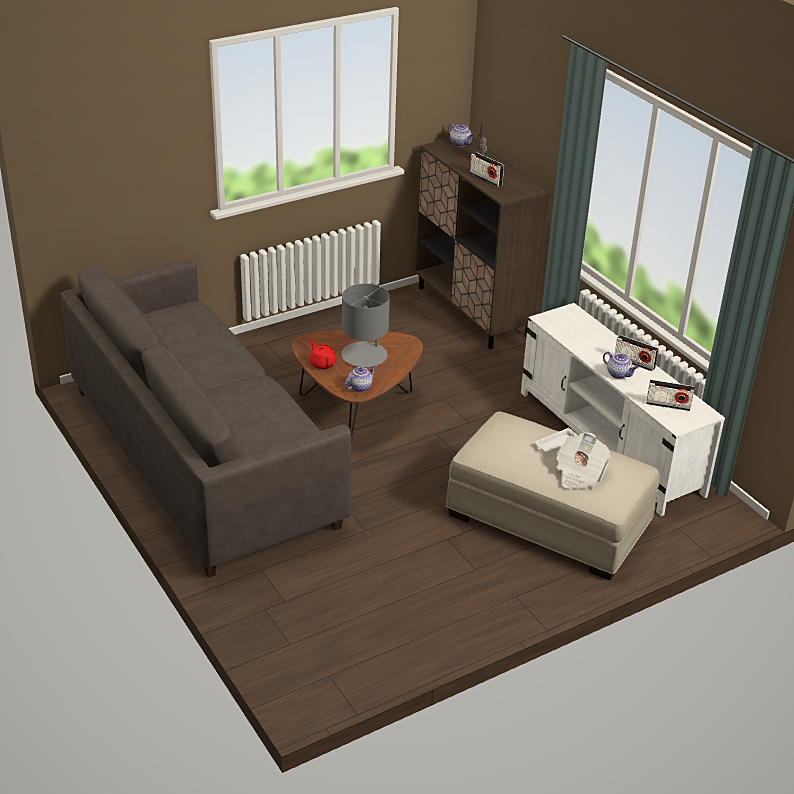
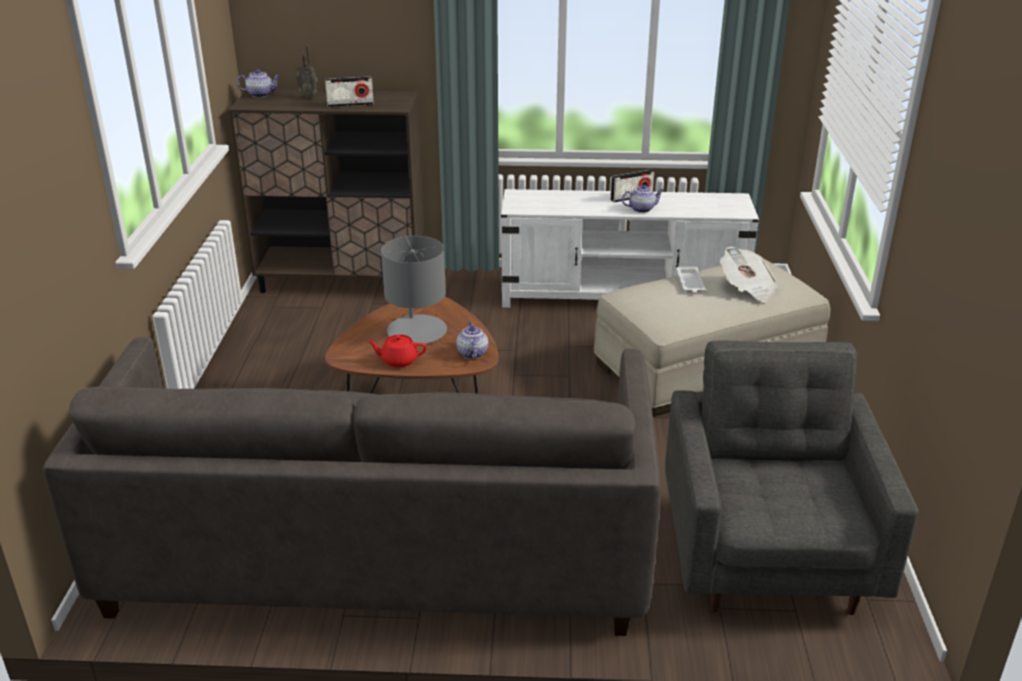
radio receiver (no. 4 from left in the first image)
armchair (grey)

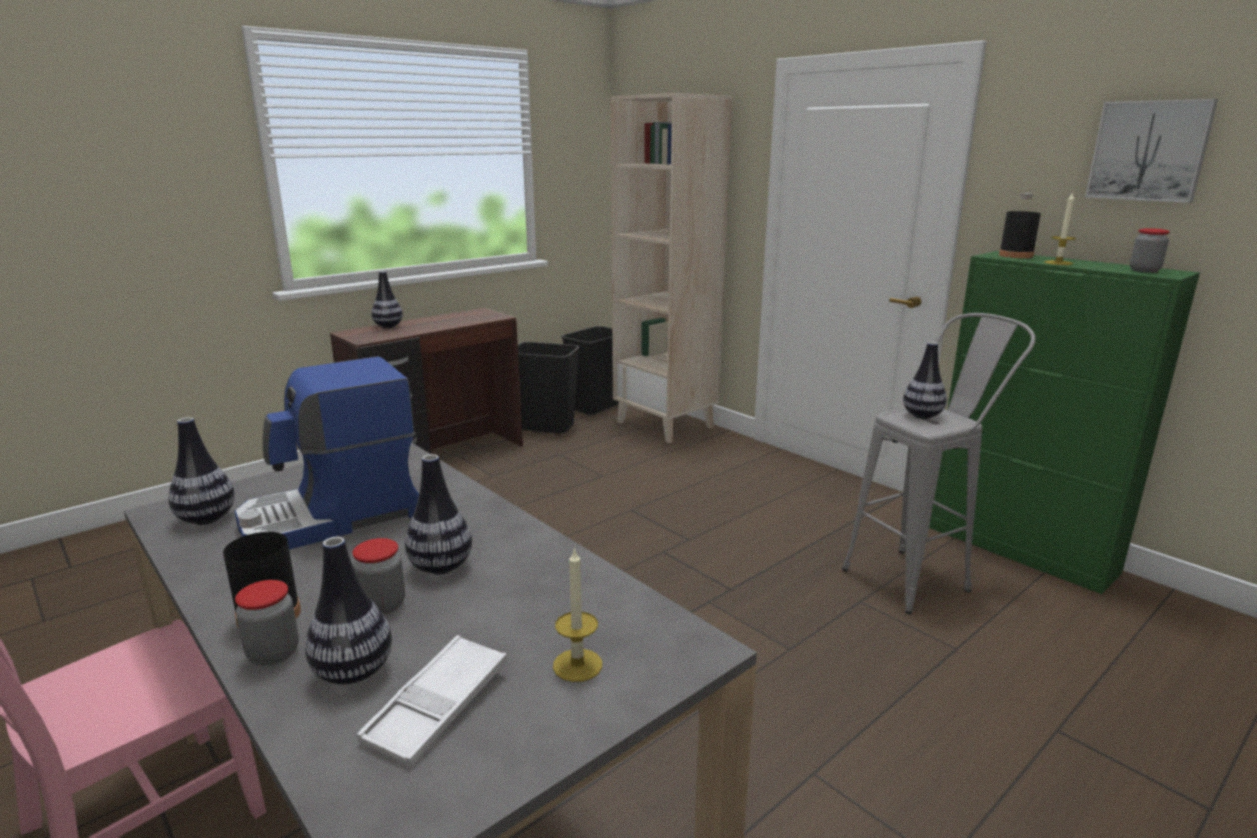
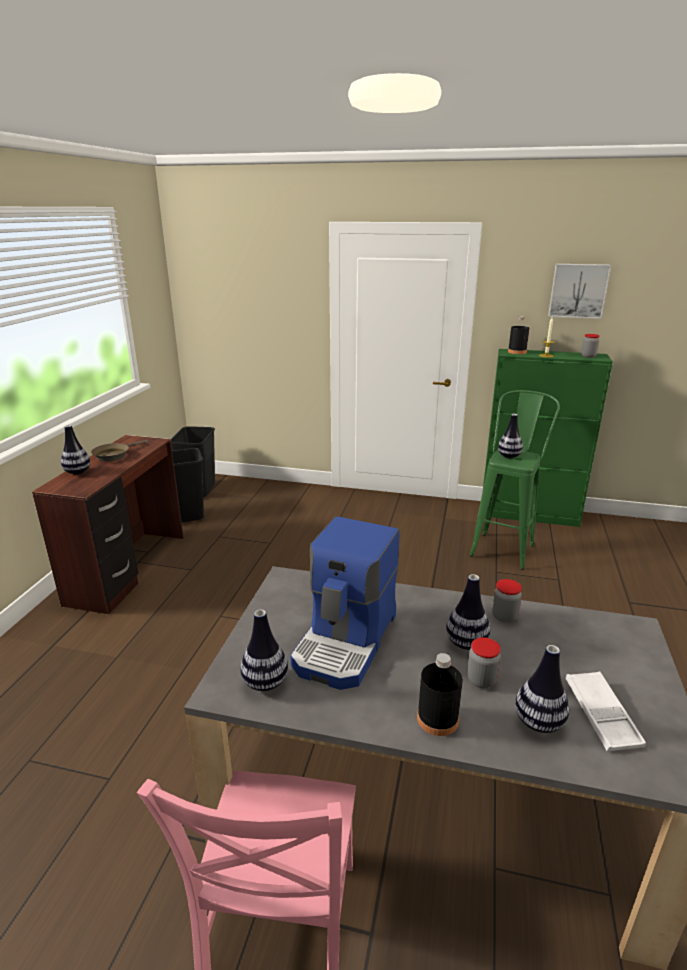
candle (no. 1 from left in the first image)
bookshelf (beige)
frying pan (brown-coloured)
preserve jar (no. 2 from left)
stool (greenish)

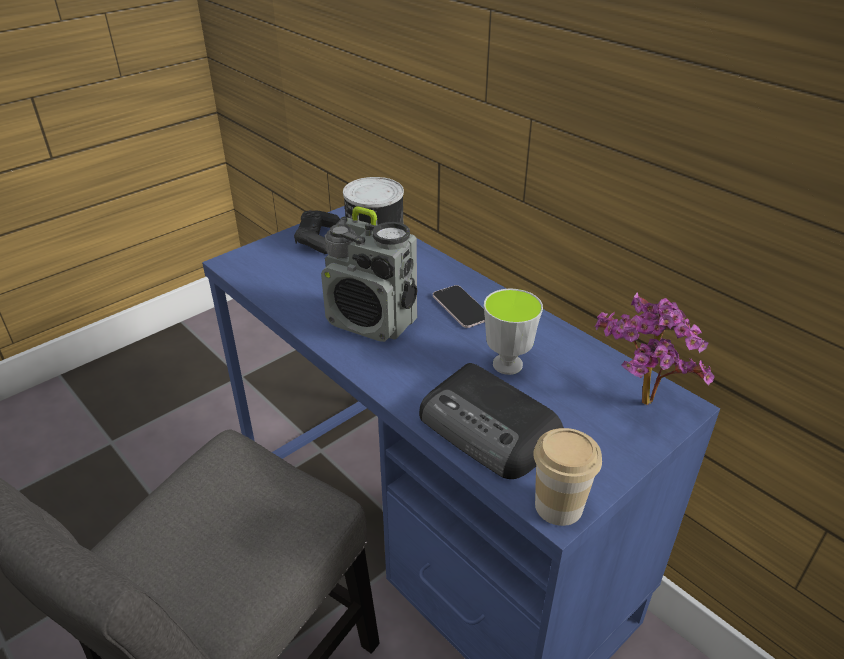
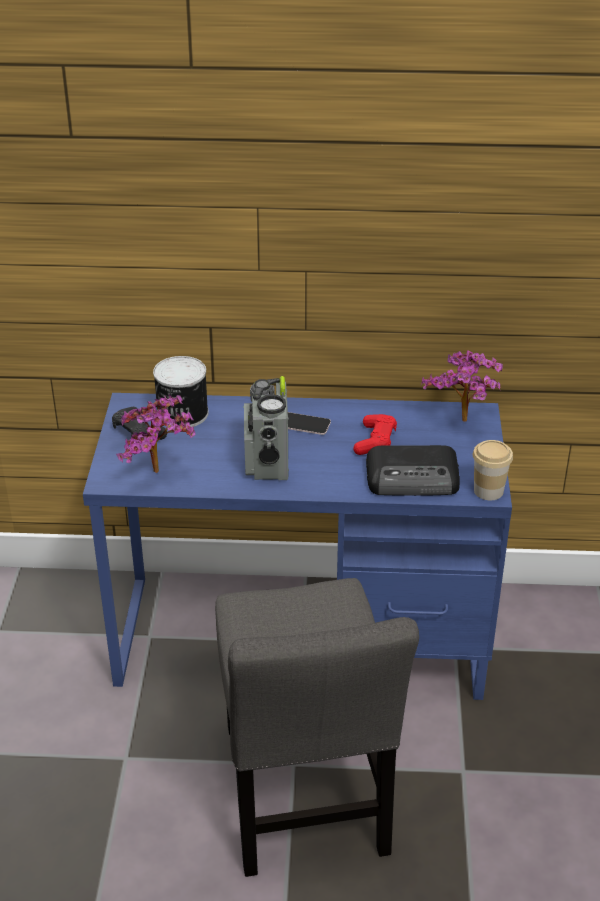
houseplant (no. 1 from left)
game controller (reddish)
radio receiver (no. 1 from left)

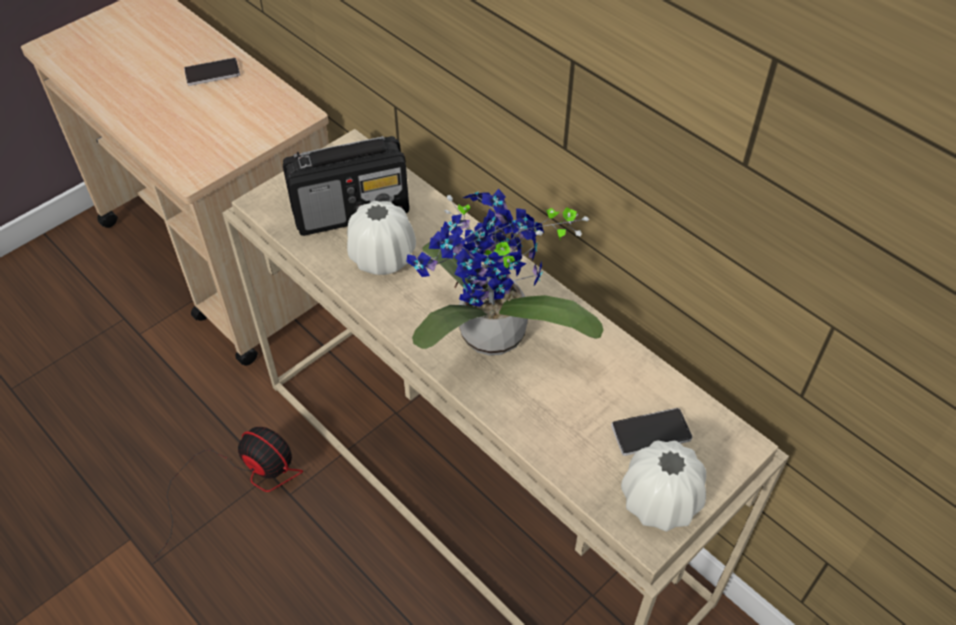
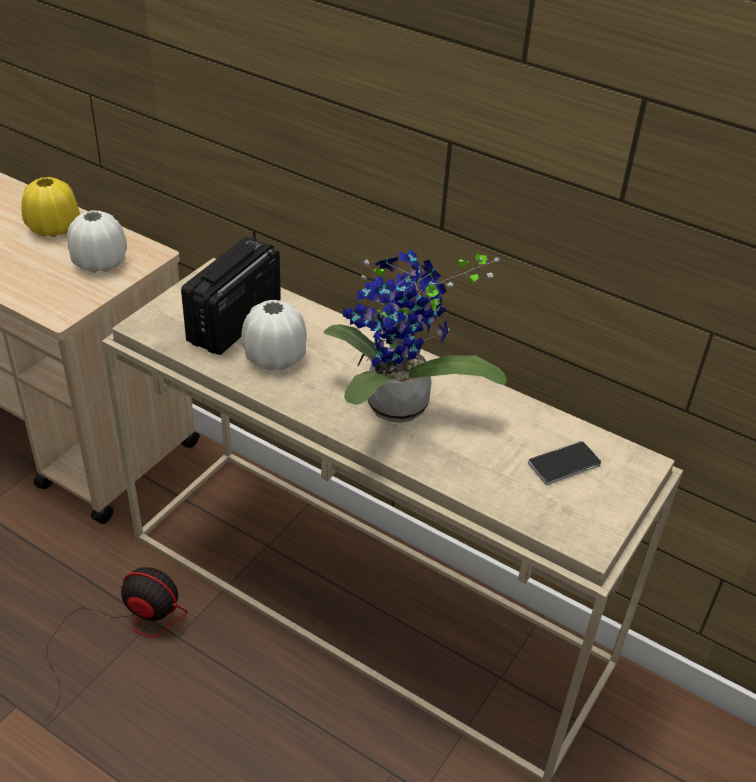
vase (white) (no. 1 from left)
vase (yellow-coloured)
radio receiver

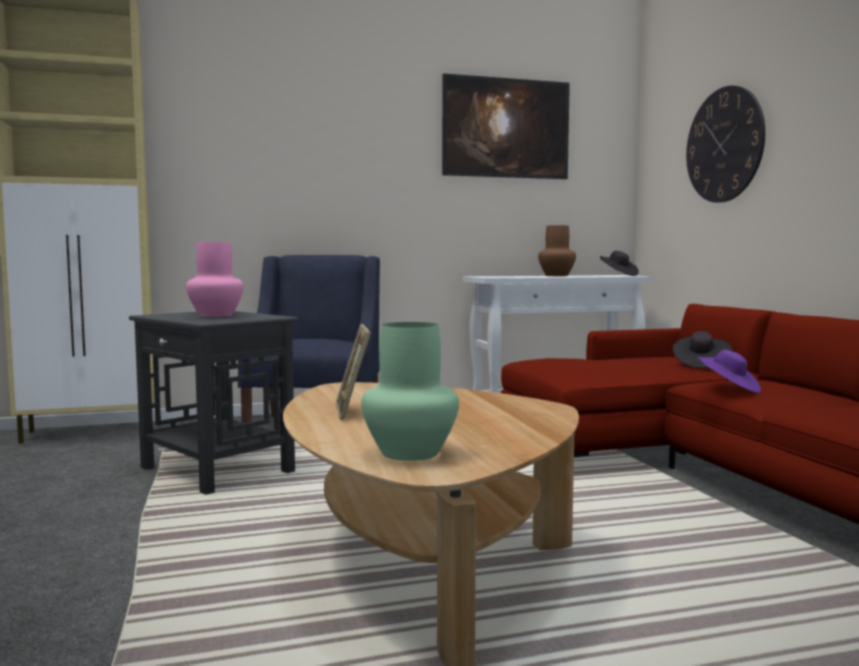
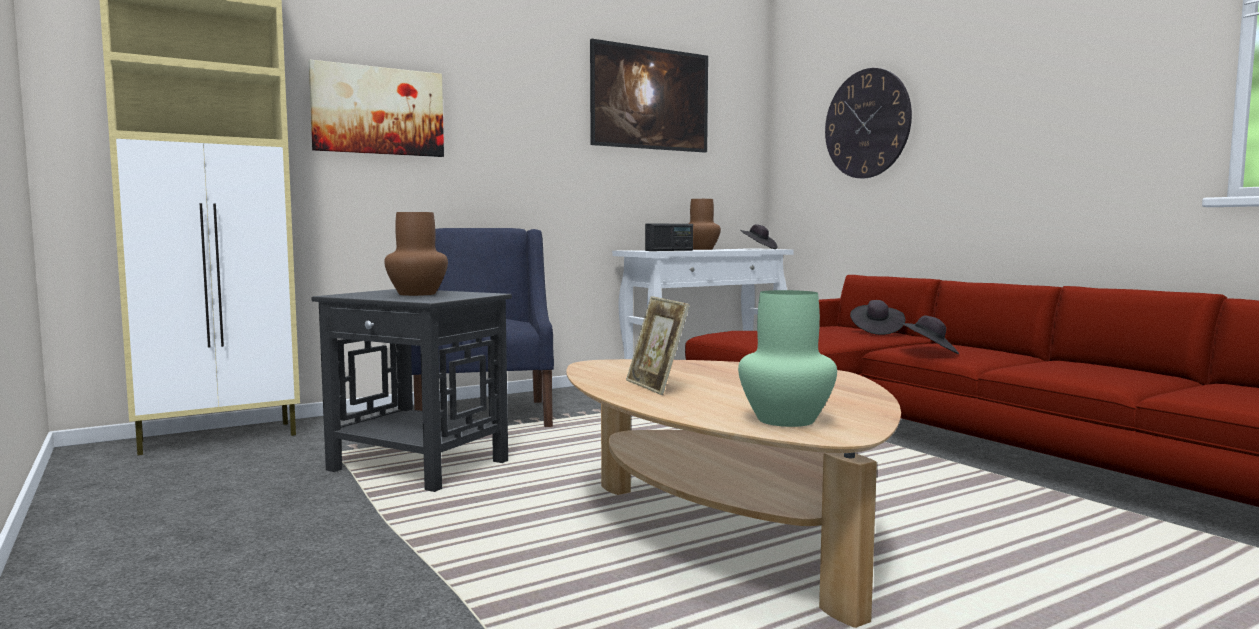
picture (no. 1 from left)
radio receiver
vase (brown-coloured) (no. 1 from left)
hat (blackish) (no. 3 from left)

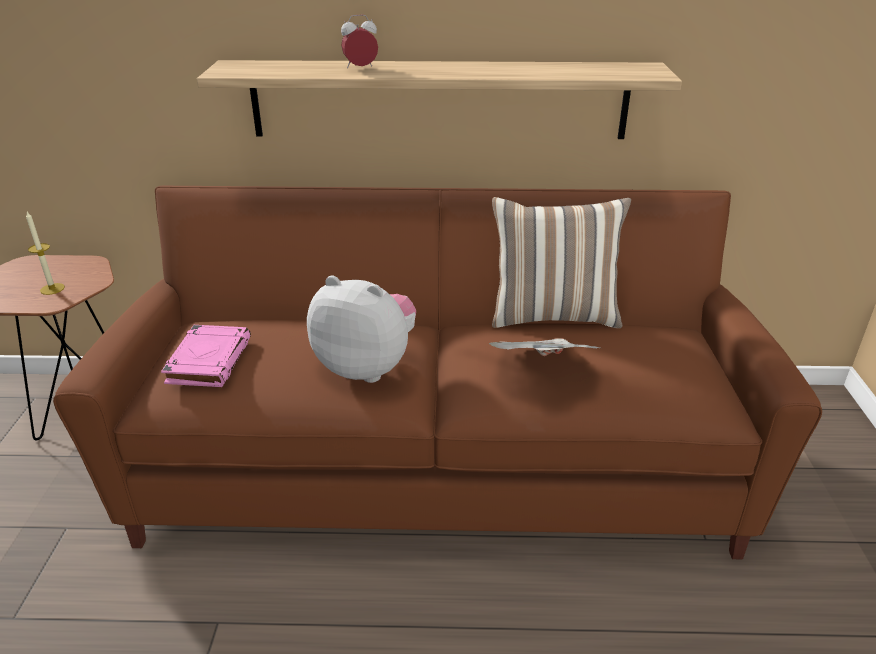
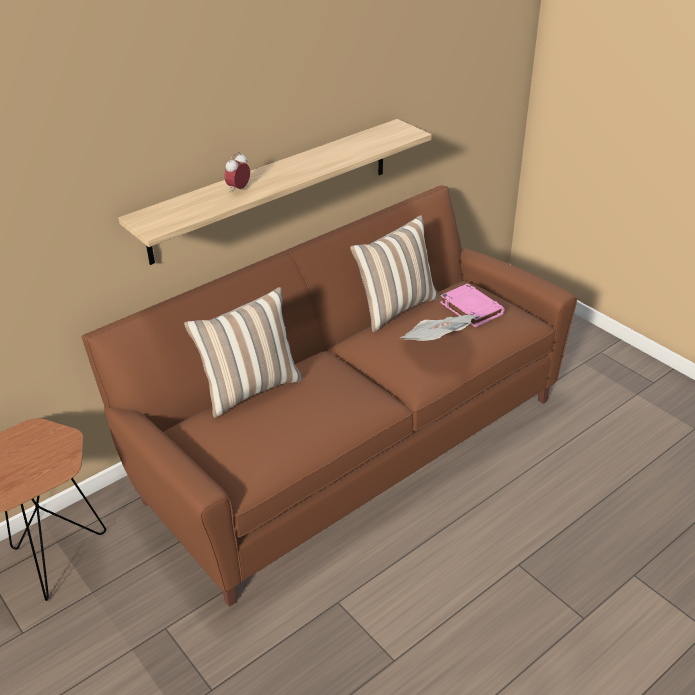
candle
soft toy
cushion (no. 1 from left)
volume (pink-coloured)

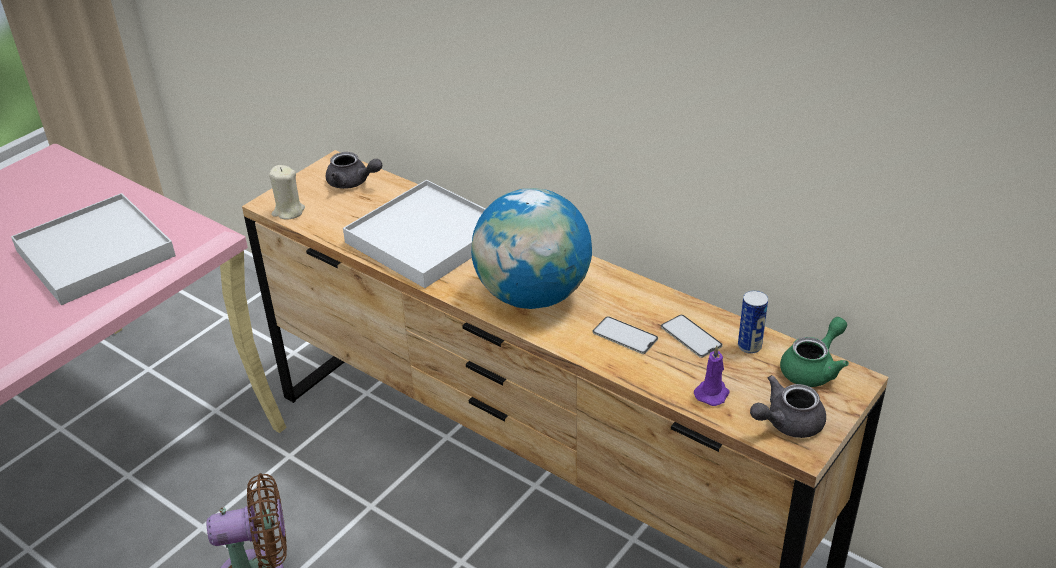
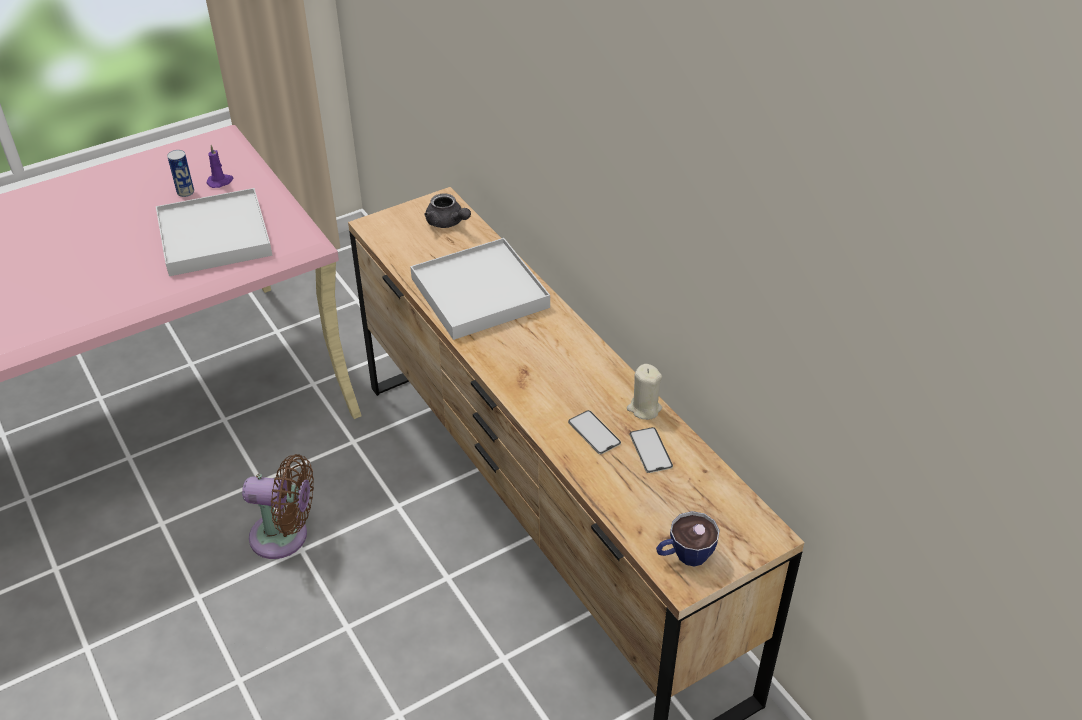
globe
teapot (greenish)
candle (beige)
candle (purple)
metal can
small cup

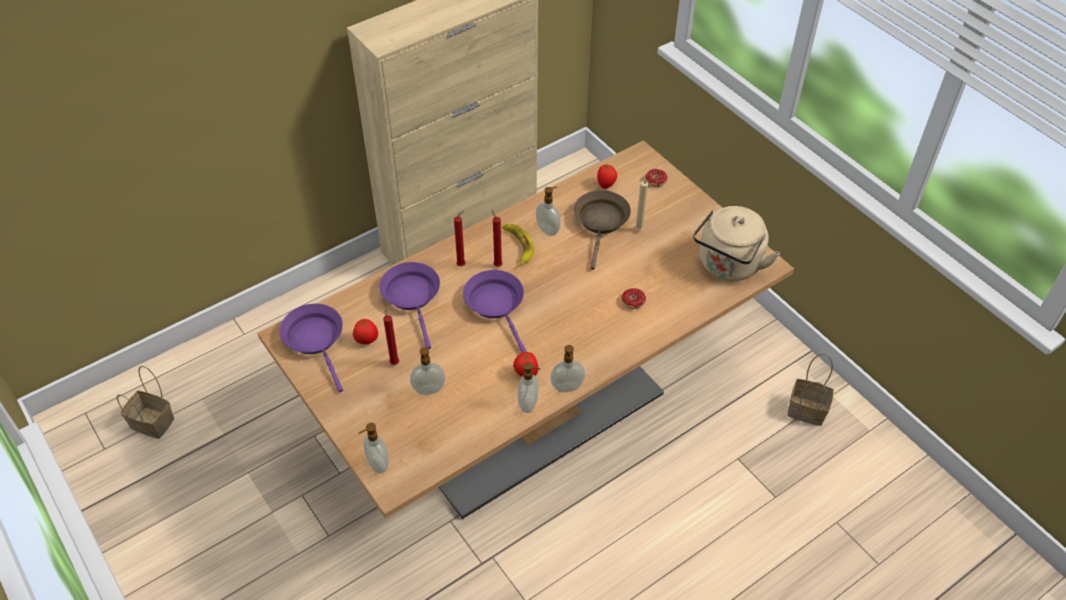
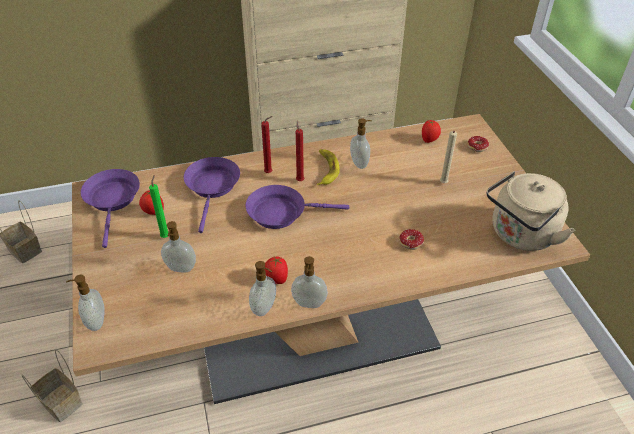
frying pan (brown-coloured)
basket (no. 2 from left)
candle (greenish)
frying pan (purple) (no. 3 from left)

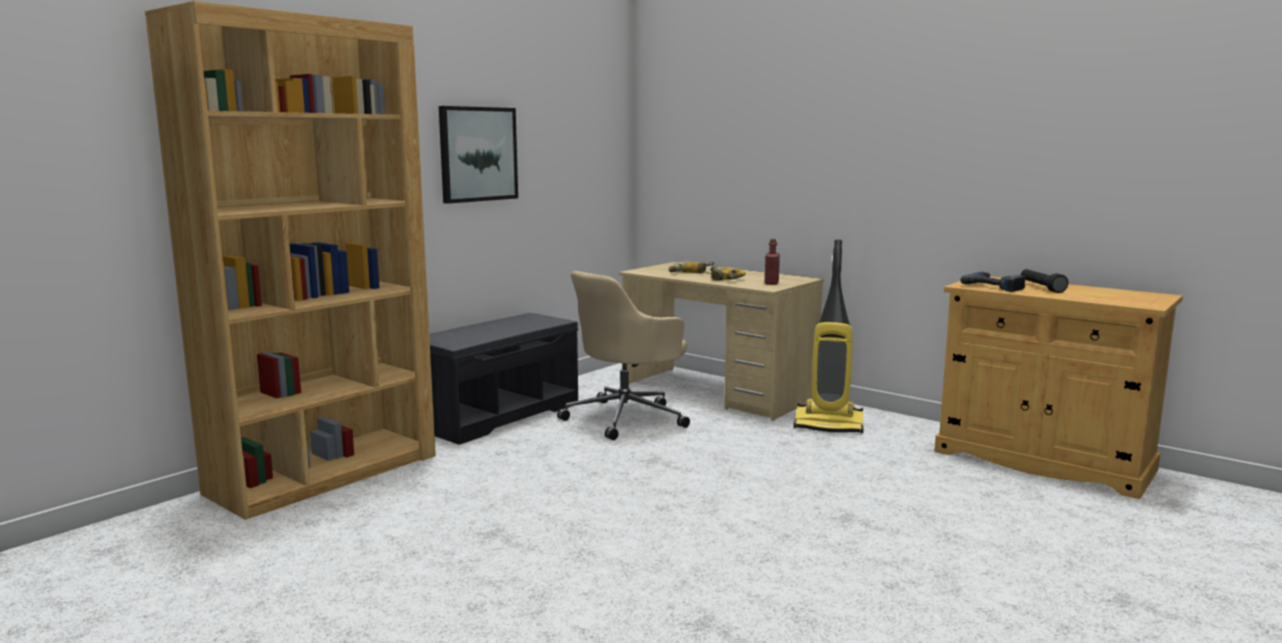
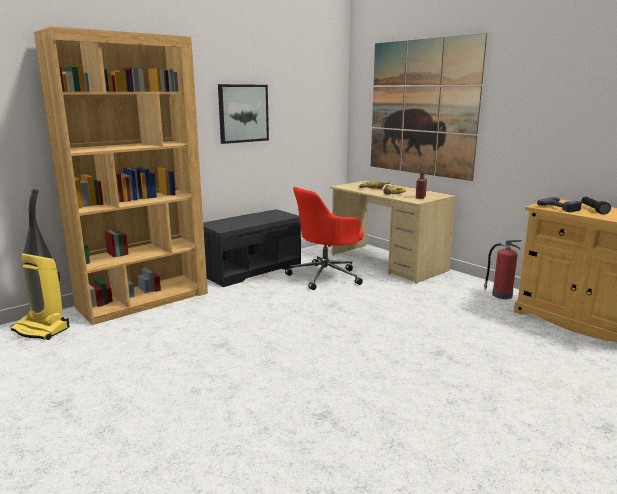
picture (no. 2 from left)
fire-fighting cylinder
hoover
desk chair (reddish)

